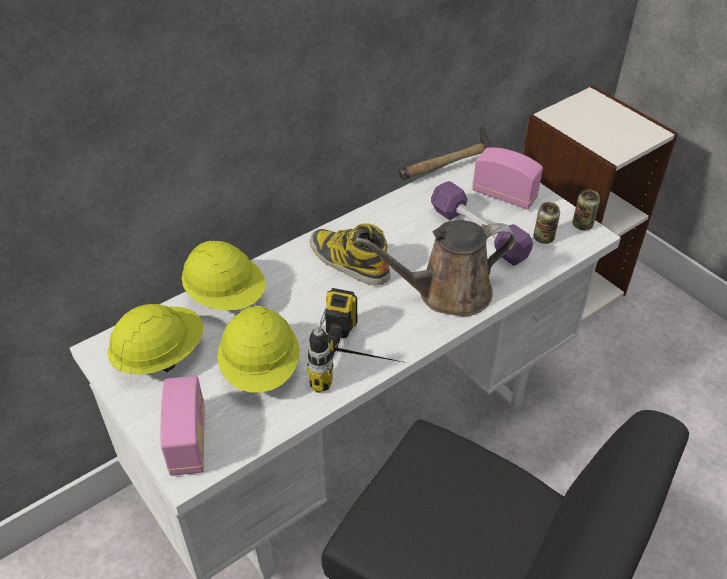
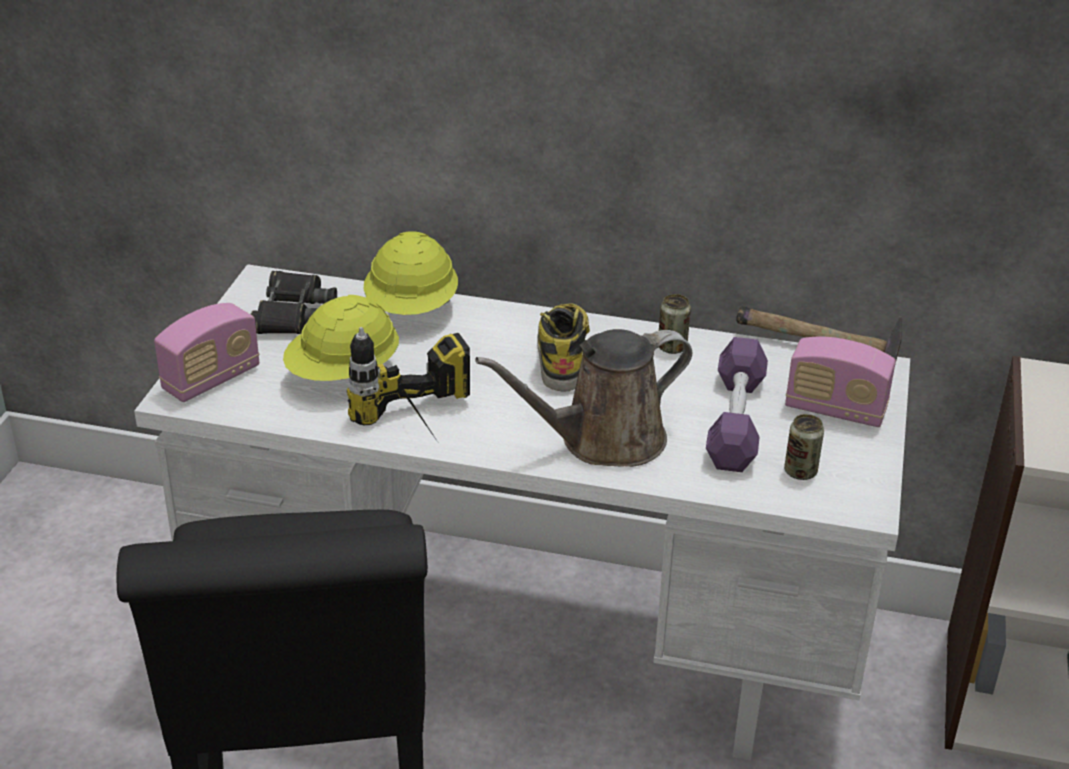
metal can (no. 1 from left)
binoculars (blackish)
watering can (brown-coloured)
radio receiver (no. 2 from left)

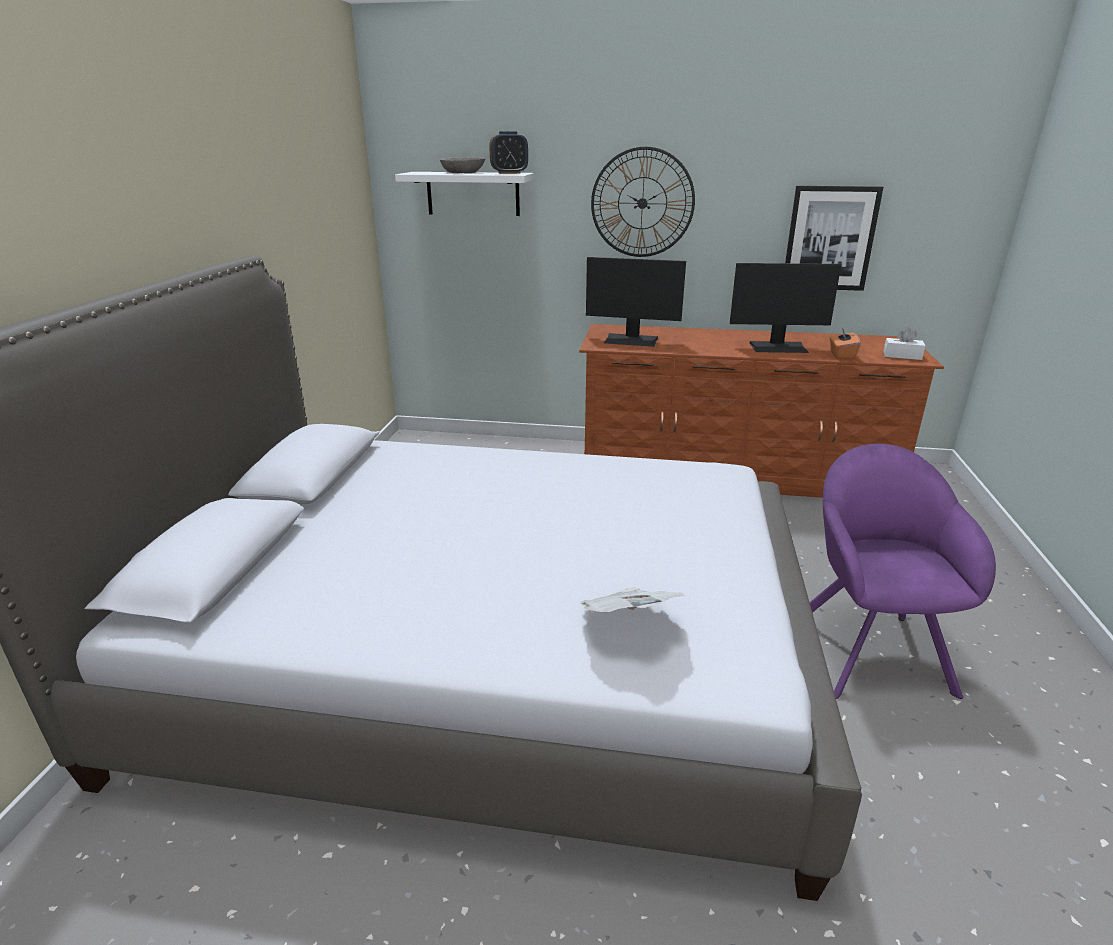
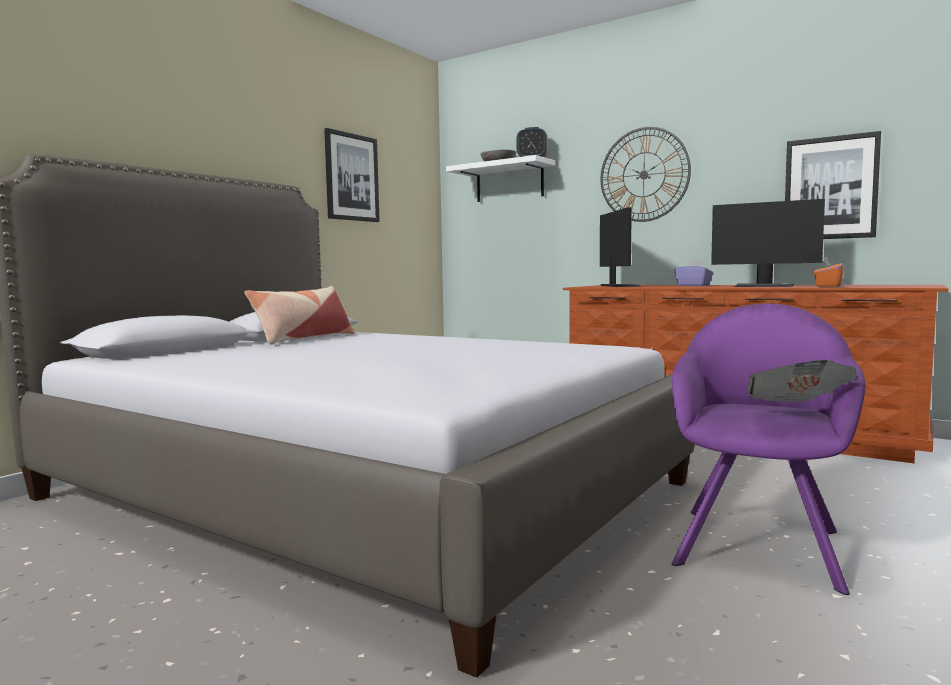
box of tissues (white)
cushion
picture (no. 1 from left)
box of tissues (purple)
daily paper
computer display (no. 1 from left)

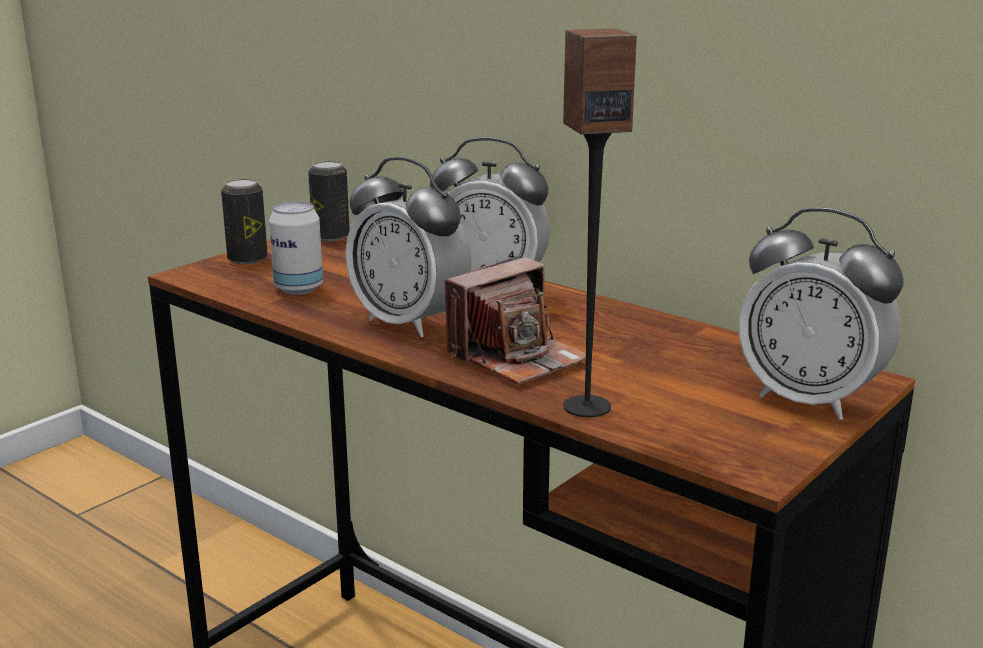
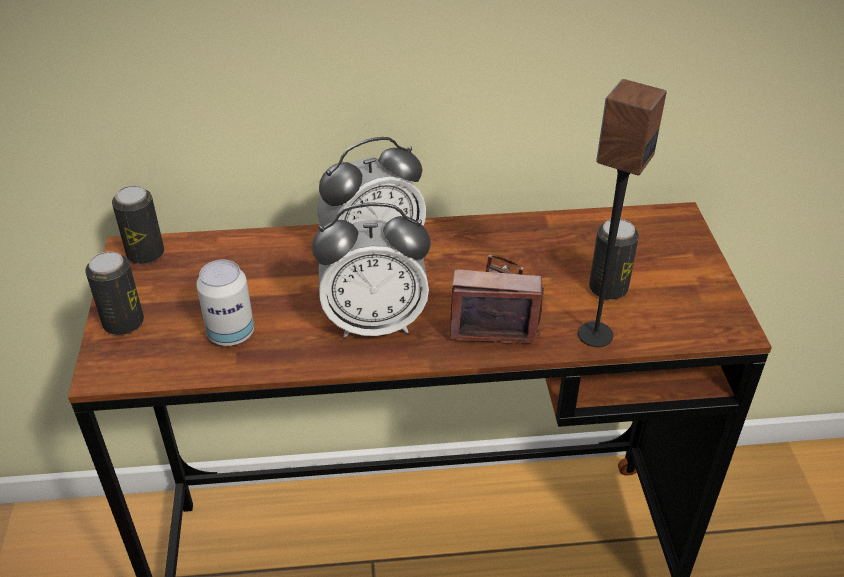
table clock (no. 3 from left in the first image)
metal can (no. 4 from left)
still camera

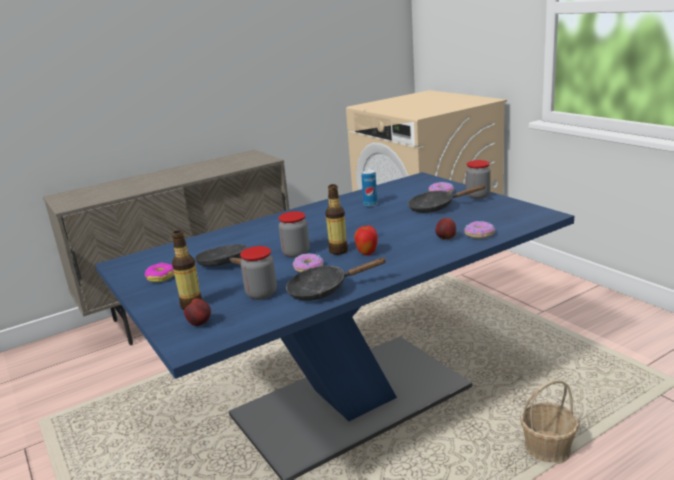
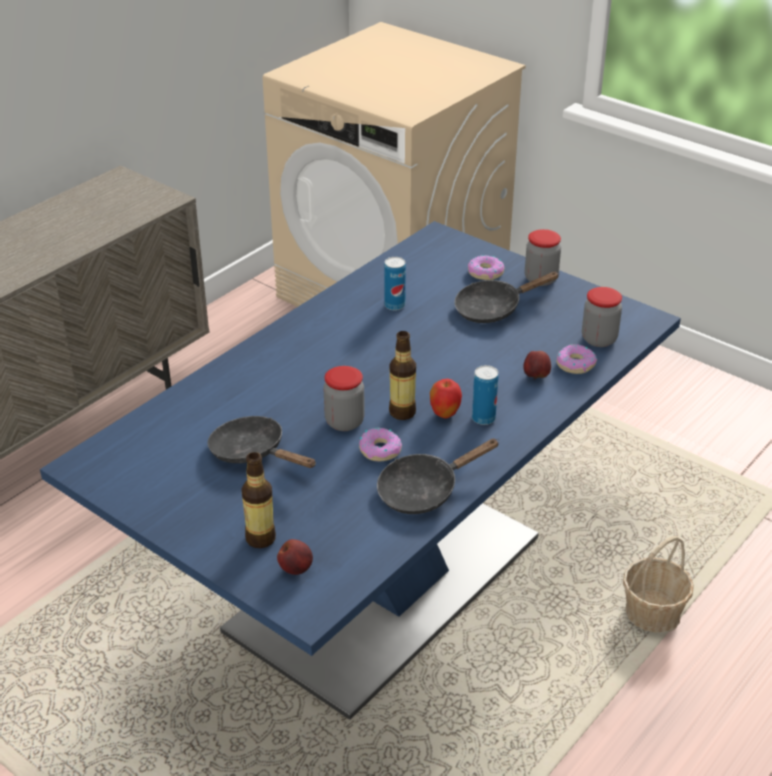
ring doughnut (no. 1 from left in the first image)
metal can (no. 2 from left)
preserve jar (no. 3 from left)

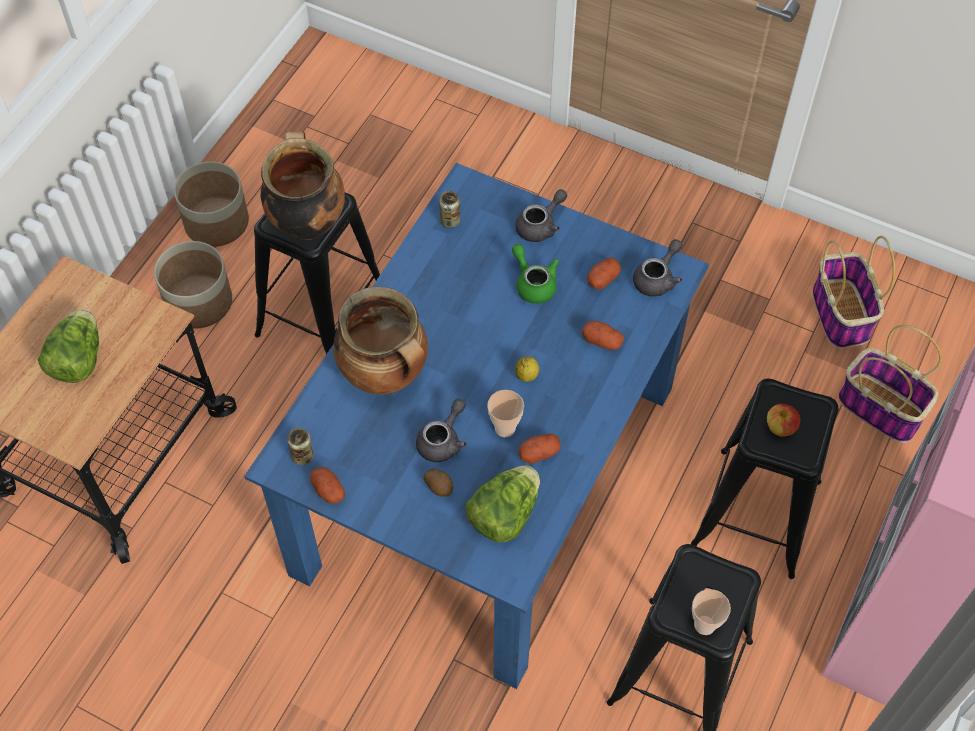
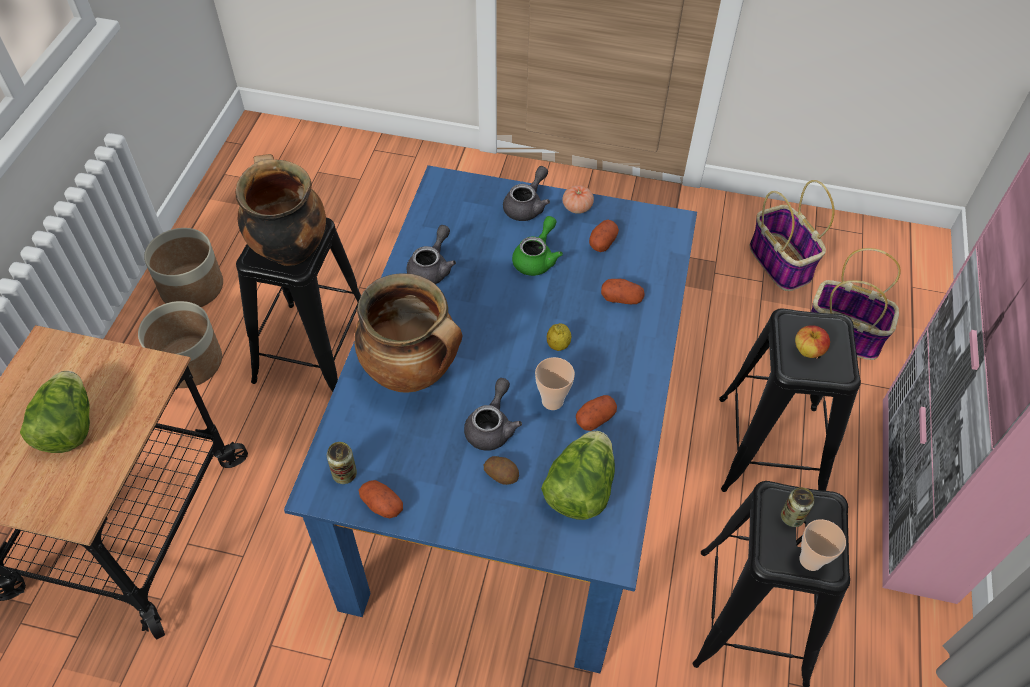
whole tomato
metal can (no. 2 from left)
teapot (grey) (no. 1 from left)
teapot (greenish)

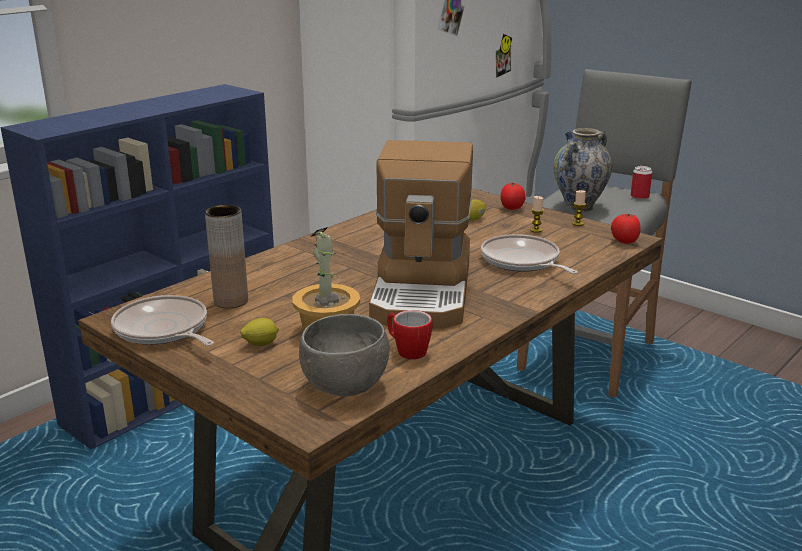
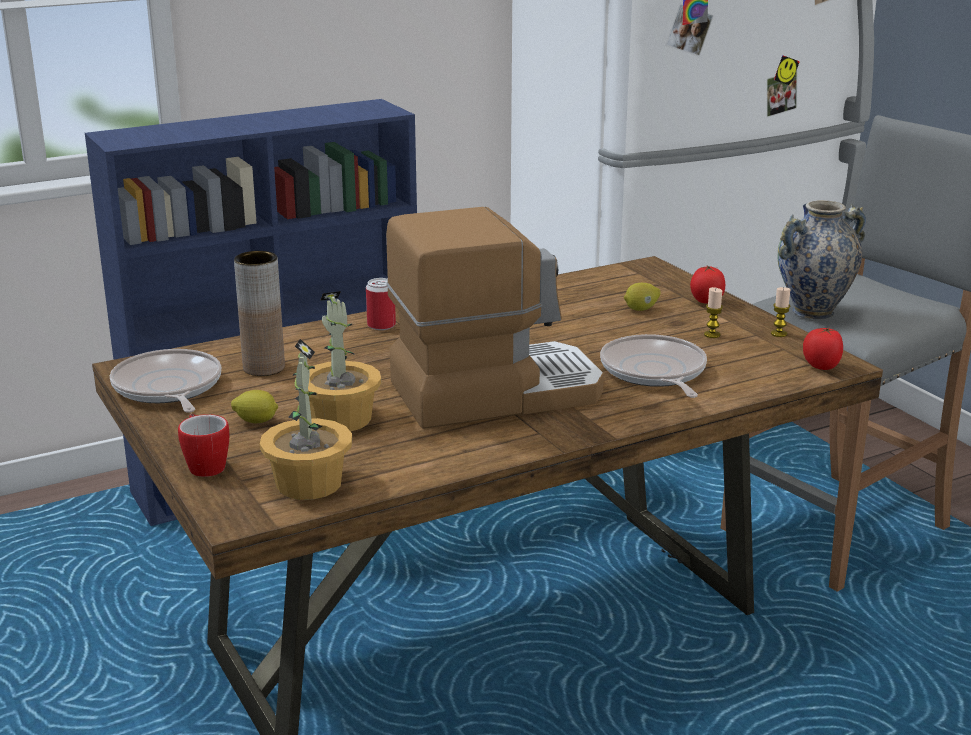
tea mug
metal can
houseplant (no. 1 from left)
coffee brewer

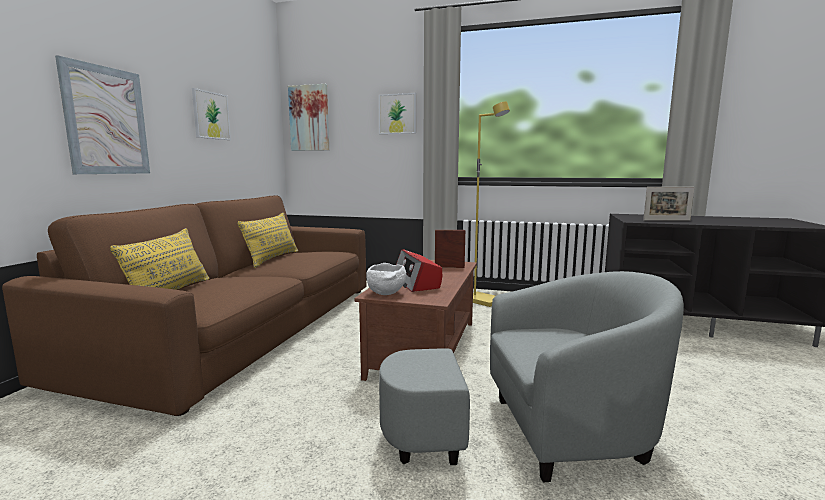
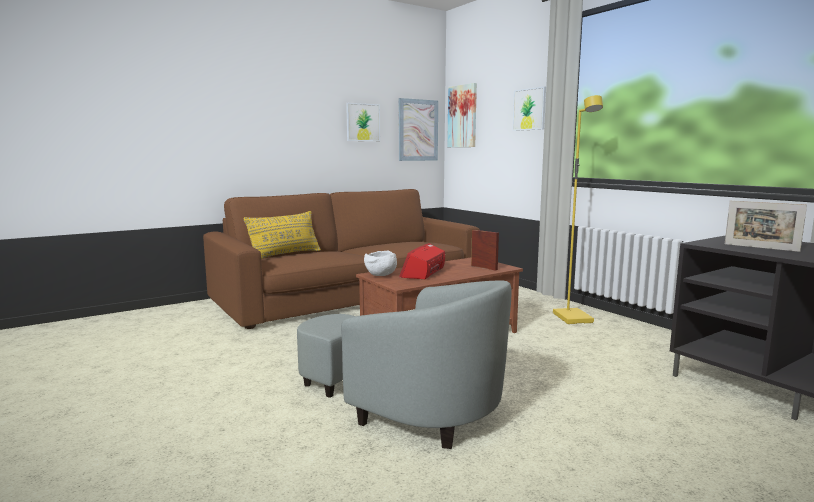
cushion (yellow-coloured) (no. 2 from left in the first image)
picture (no. 2 from left)

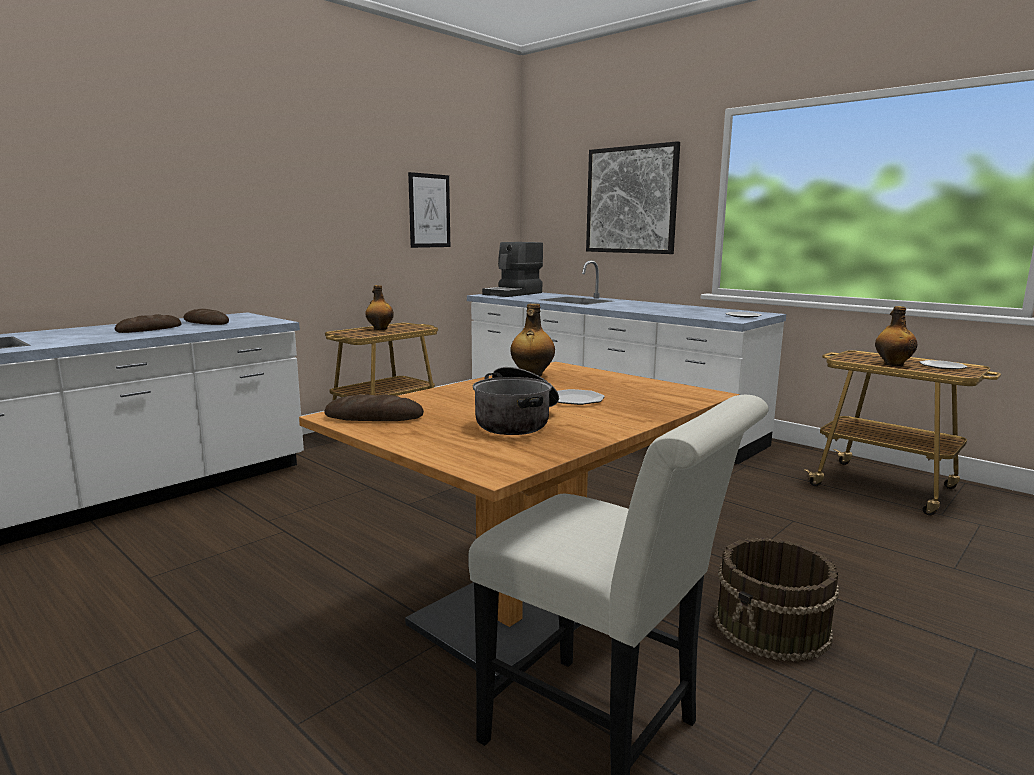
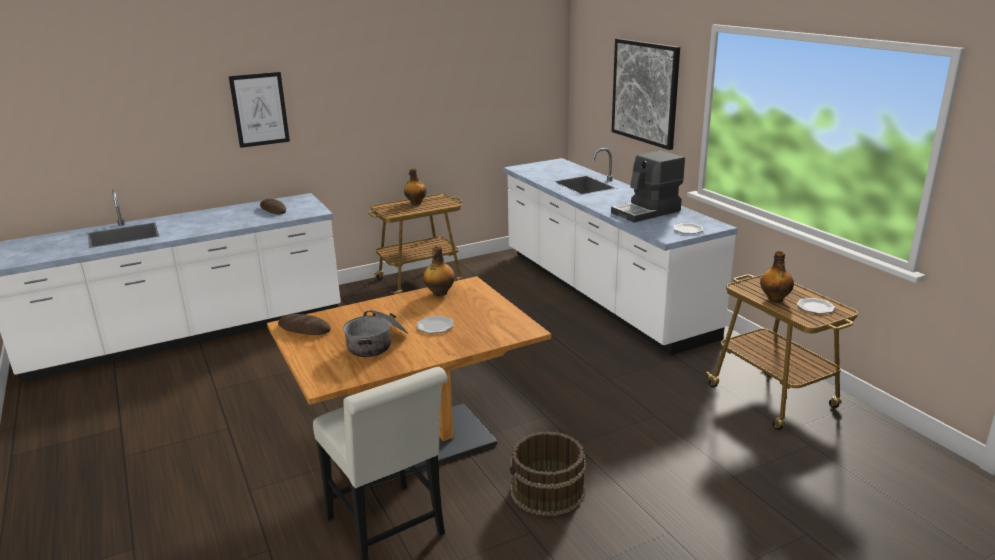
bakery bread (no. 1 from left in the first image)
picture (no. 1 from left)
coffee brewer

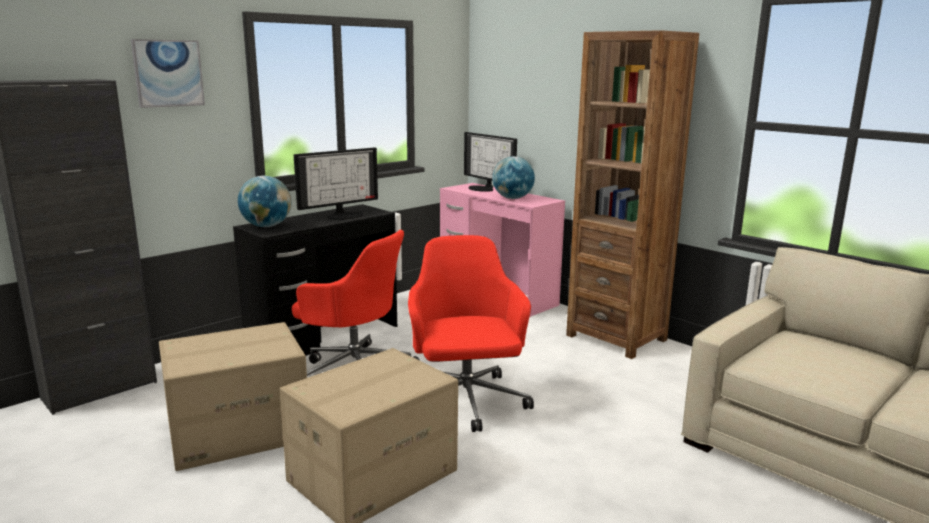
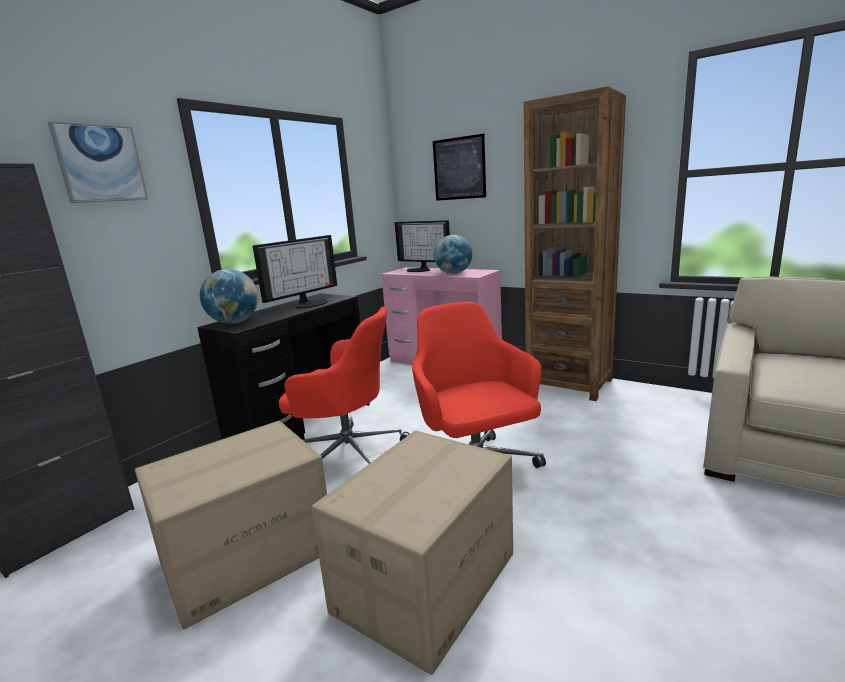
picture (no. 2 from left)

